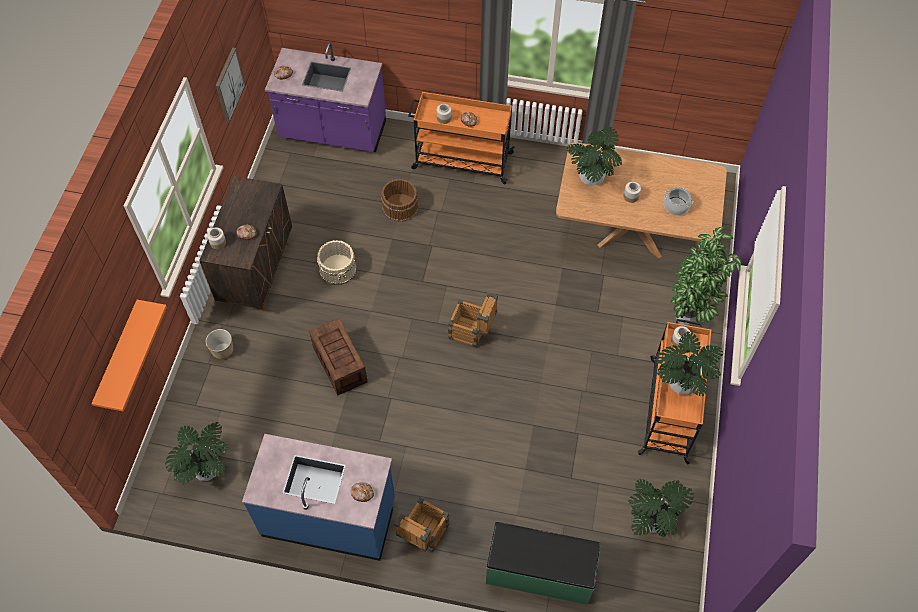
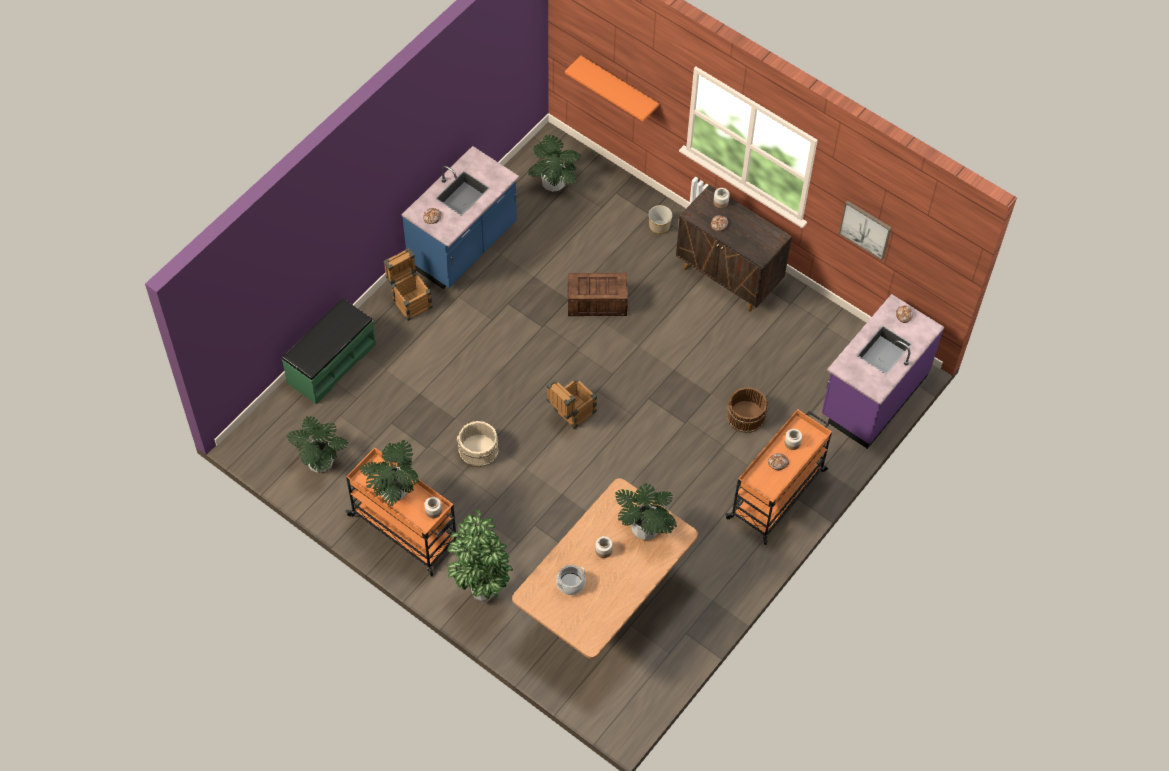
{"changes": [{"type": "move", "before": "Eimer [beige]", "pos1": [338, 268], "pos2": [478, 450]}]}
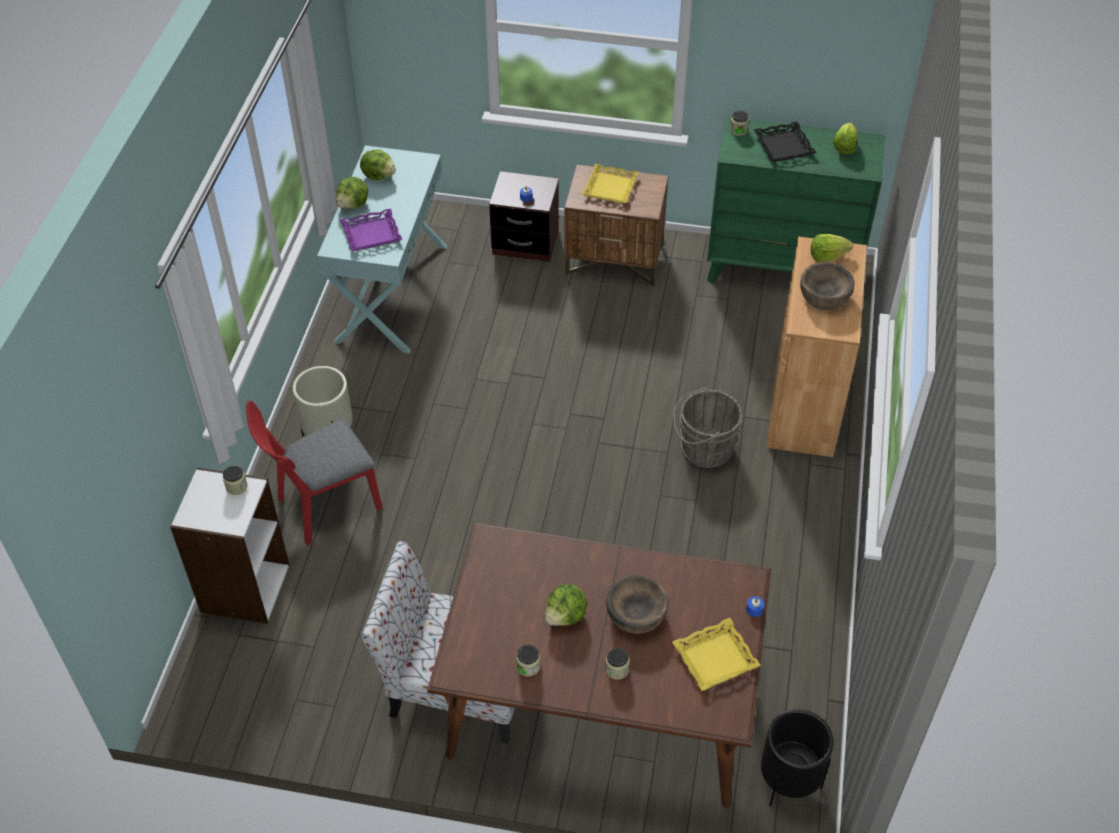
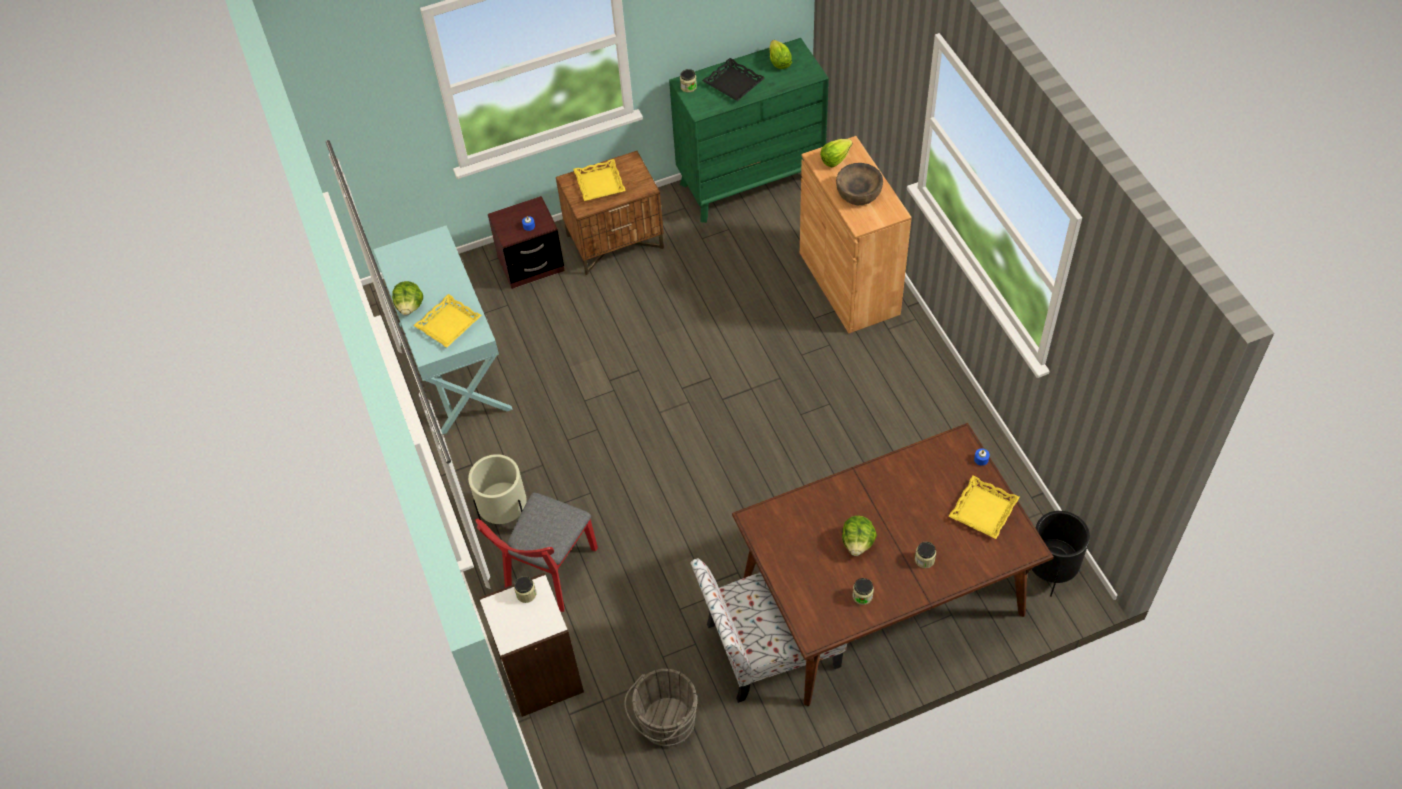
{"changes": [{"type": "recolor", "before": "Tablett [lila]", "after": "Tablett [gelb]", "pos1": [371, 234], "pos2": [449, 324]}, {"type": "move", "before": "Eimer [grau]", "pos1": [703, 449], "pos2": [664, 724]}, {"type": "delete", "before": "Salatkopf", "pos1": [379, 175]}, {"type": "delete", "before": "Schüssel [braun]", "pos1": [636, 614]}]}
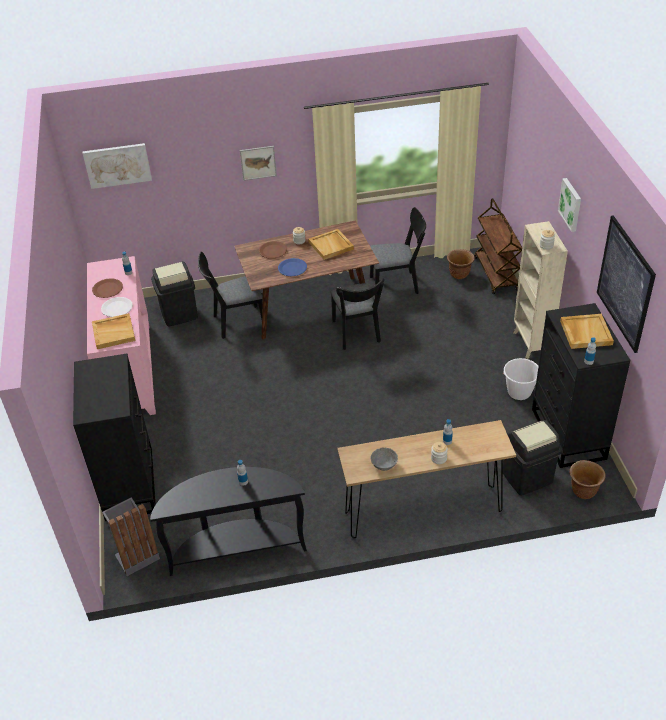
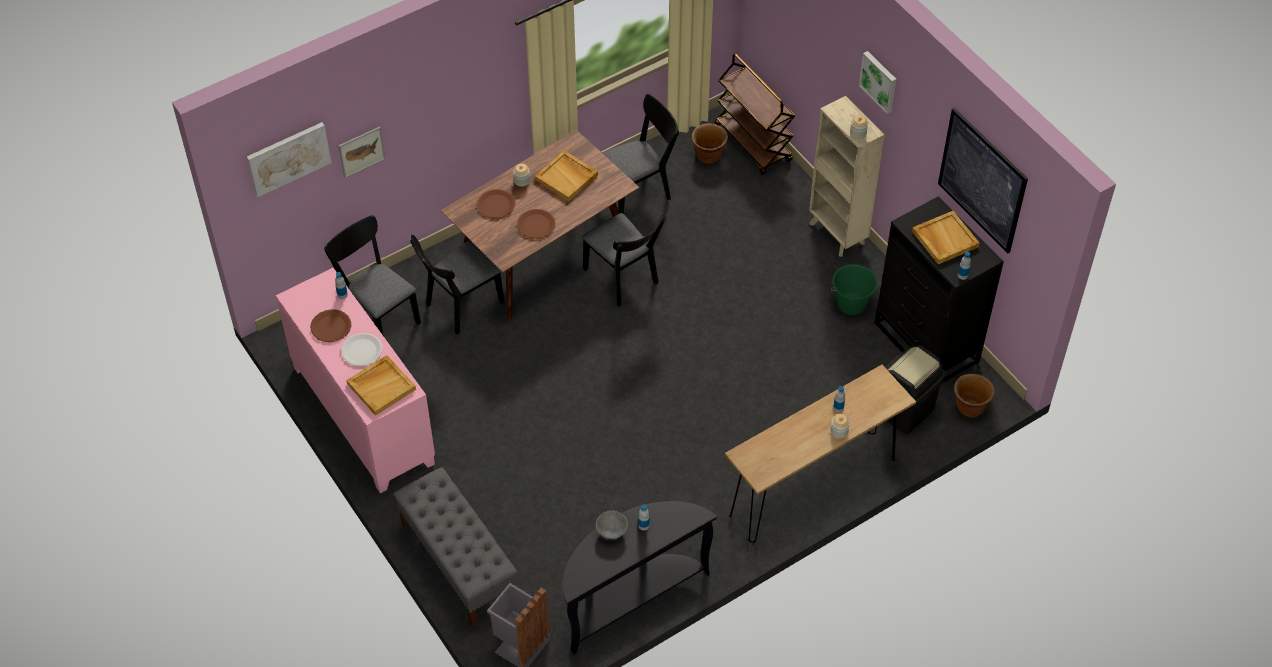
{"changes": [{"type": "replace", "before": "Mülleimer [schwarz]", "after": "Stuhl [schwarz]", "pos1": [179, 314], "pos2": [378, 315]}, {"type": "move", "before": "Bild", "pos1": [258, 162], "pos2": [361, 151]}, {"type": "replace", "before": "Kommode [schwarz]", "after": "Bank [grau]", "pos1": [129, 483], "pos2": [458, 562]}, {"type": "recolor", "before": "Teller [blau]", "after": "Teller [braun]", "pos1": [292, 268], "pos2": [536, 225]}, {"type": "move", "before": "Schüssel [grau]", "pos1": [384, 465], "pos2": [612, 531]}, {"type": "recolor", "before": "Eimer [weiß]", "after": "Eimer [grün]", "pos1": [519, 392], "pos2": [851, 305]}]}
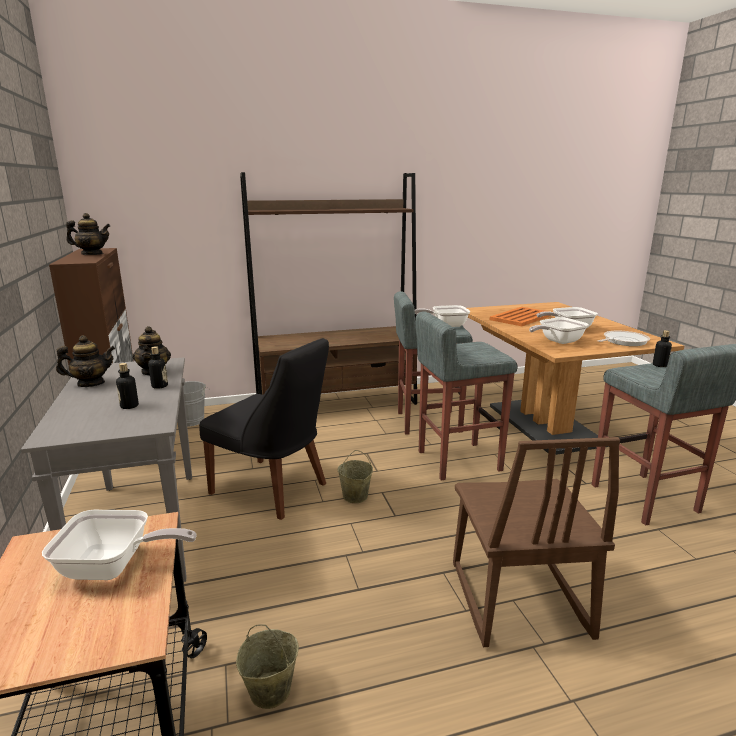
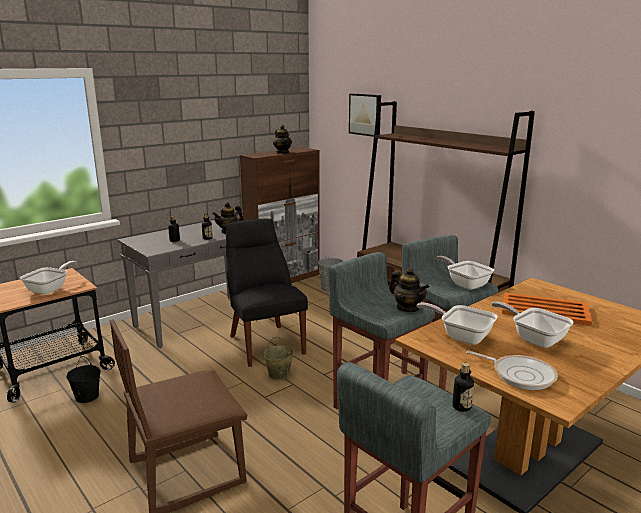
{"changes": [{"type": "rotate", "before": "Pfanne", "pos1": [114, 567], "pos2": [50, 289], "turn": -135}, {"type": "recolor", "before": "Eimer [beige]", "after": "Eimer [schwarz]", "pos1": [269, 691], "pos2": [86, 396]}, {"type": "rotate", "before": "Stuhl [schwarz]", "pos1": [273, 490], "pos2": [265, 343], "turn": 150}, {"type": "insert", "after": "Bild", "pos2": [366, 114]}, {"type": "move", "before": "Teekanne", "pos1": [91, 384], "pos2": [407, 308]}]}
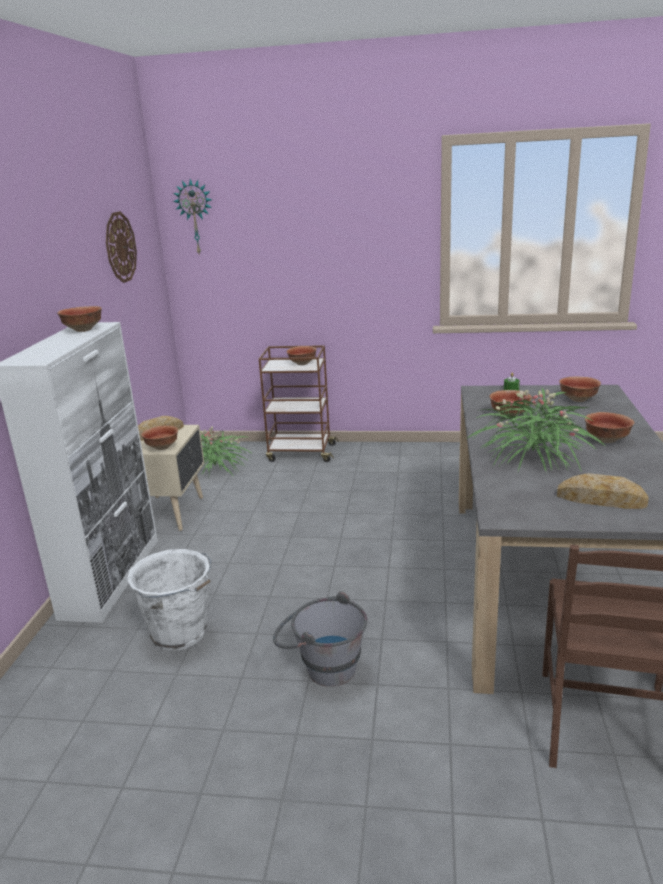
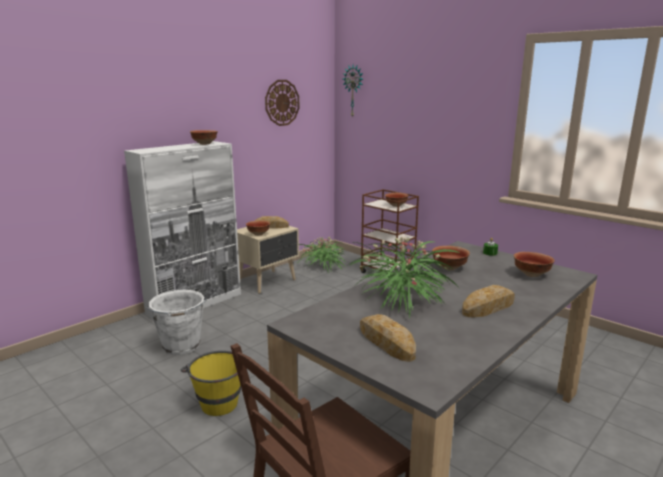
{"changes": [{"type": "recolor", "before": "Eimer [grau]", "after": "Eimer [gelb]", "pos1": [322, 667], "pos2": [217, 400]}, {"type": "replace", "before": "Schüssel", "after": "Brot", "pos1": [606, 439], "pos2": [489, 307]}]}
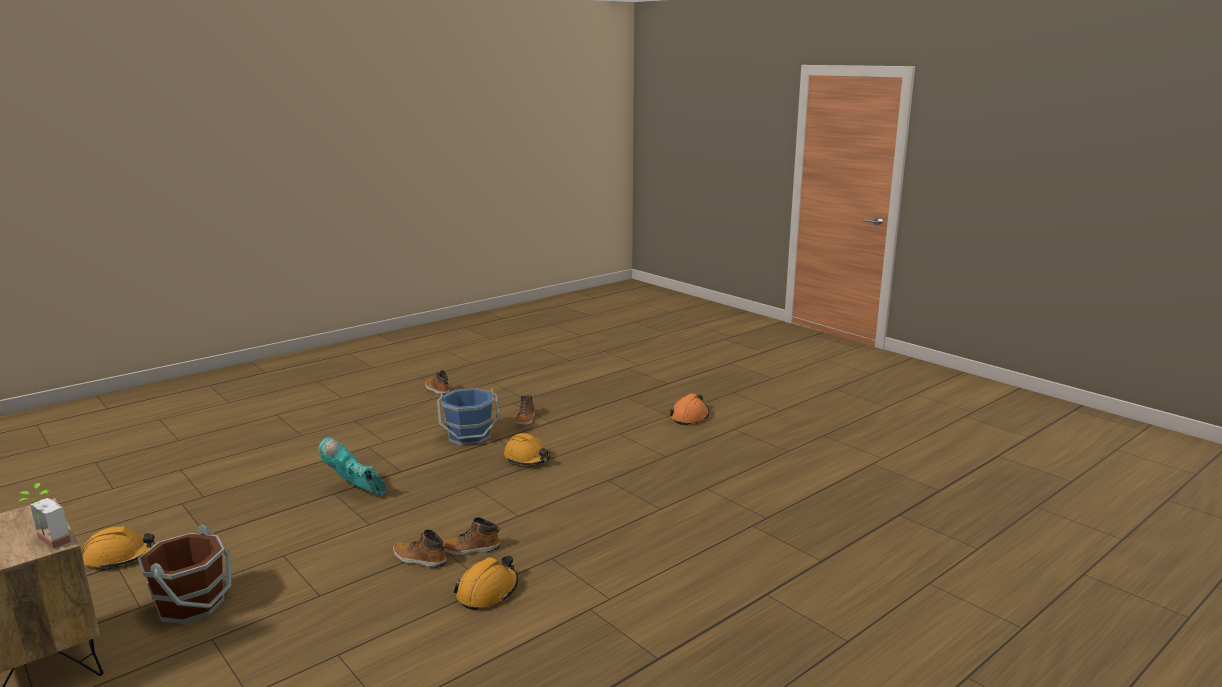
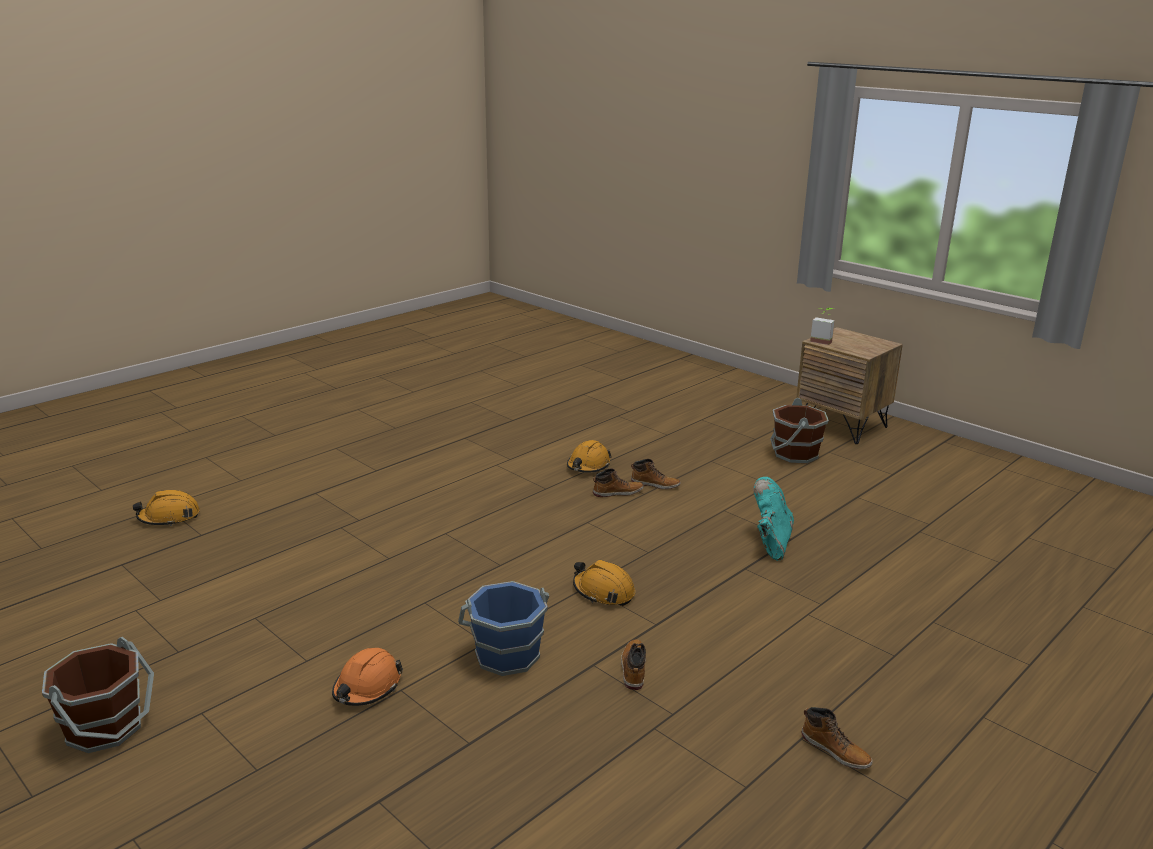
{"changes": [{"type": "insert", "after": "Eimer [braun]", "pos2": [106, 727]}, {"type": "move", "before": "Schutzhelm [orange]", "pos1": [119, 557], "pos2": [169, 517]}, {"type": "move", "before": "Eimer [blau]", "pos1": [469, 436], "pos2": [506, 654]}, {"type": "rotate", "before": "Stiefel [türkis]", "pos1": [356, 490], "pos2": [771, 543], "turn": -105}]}
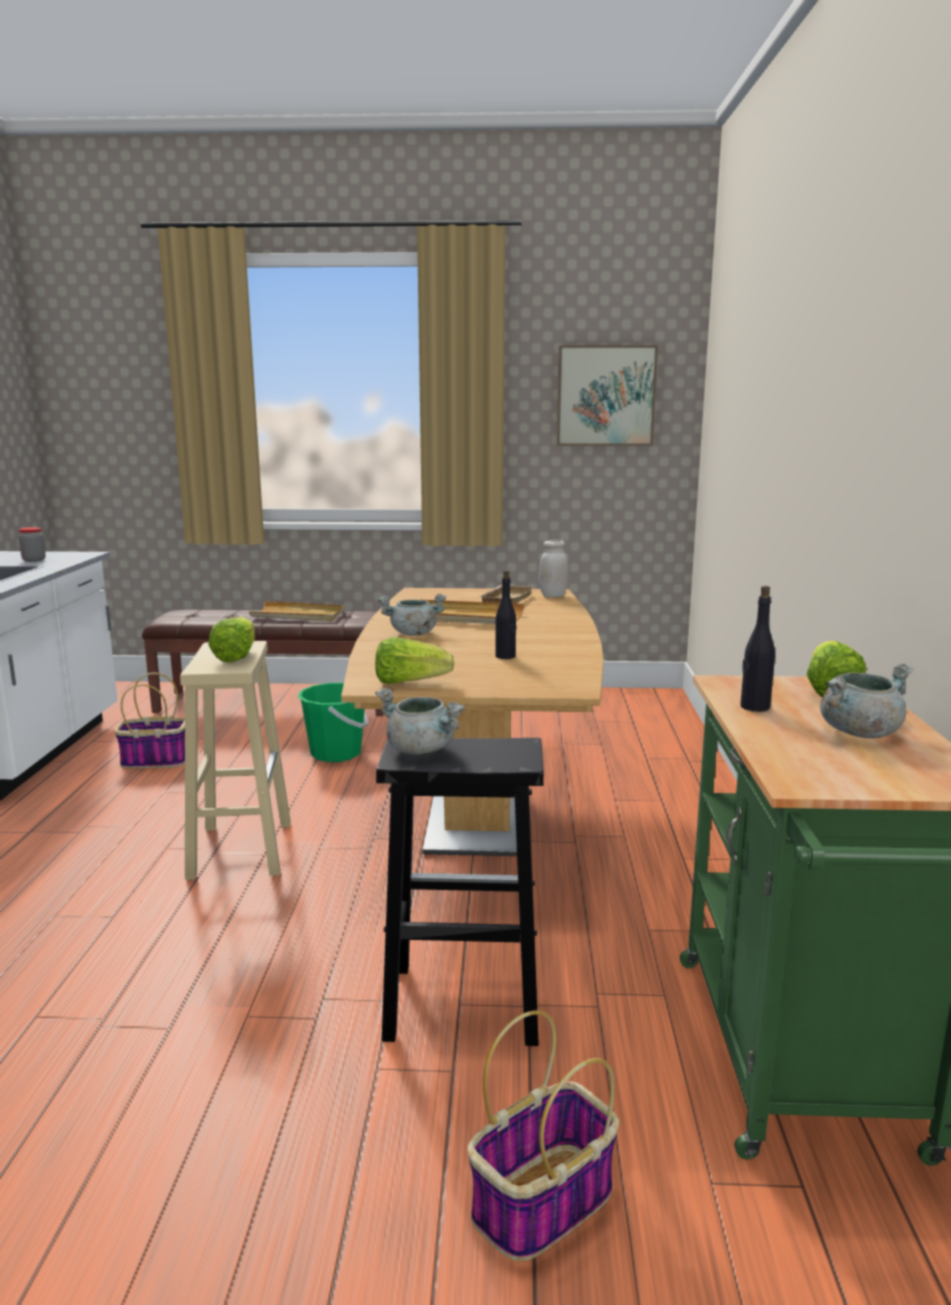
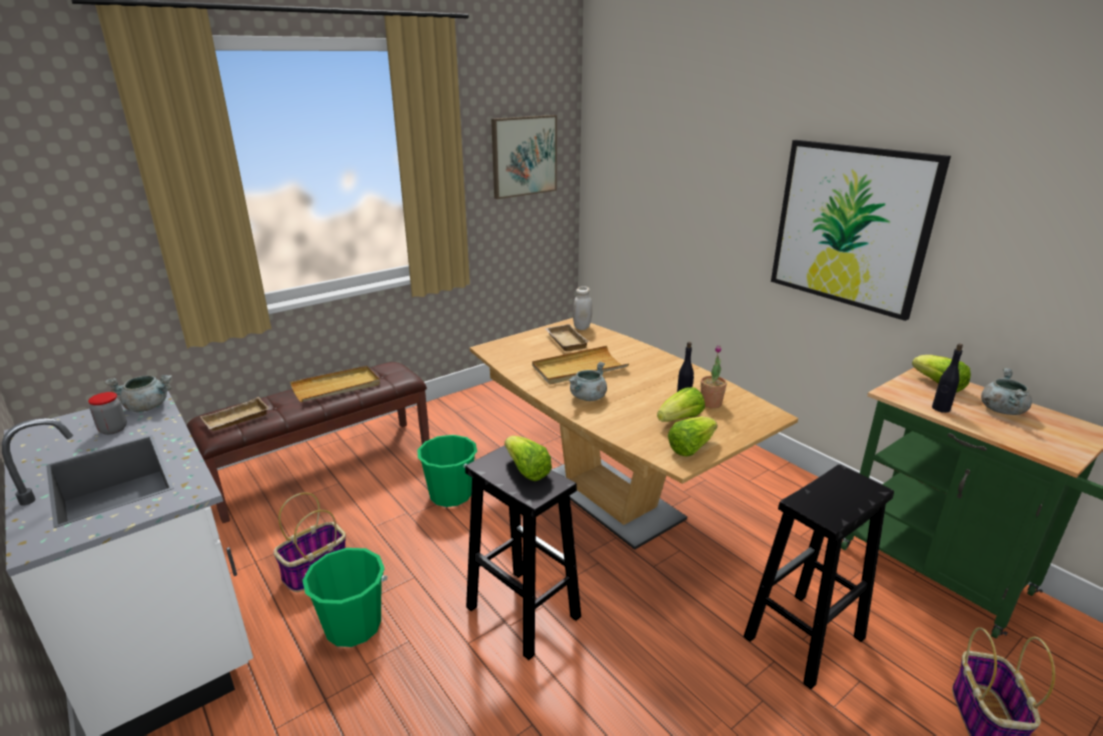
{"changes": [{"type": "move", "before": "Kochtopf [grau]", "pos1": [422, 750], "pos2": [148, 407]}, {"type": "insert", "after": "Tablett [beige]", "pos2": [236, 420]}, {"type": "insert", "after": "Eimer [grün]", "pos2": [353, 626]}, {"type": "recolor", "before": "Hocker [beige]", "after": "Hocker [schwarz]", "pos1": [241, 848], "pos2": [521, 611]}, {"type": "insert", "after": "Salatkopf", "pos2": [680, 419]}, {"type": "insert", "after": "Topfpflanze", "pos2": [711, 403]}, {"type": "insert", "after": "Bild", "pos2": [851, 226]}]}
